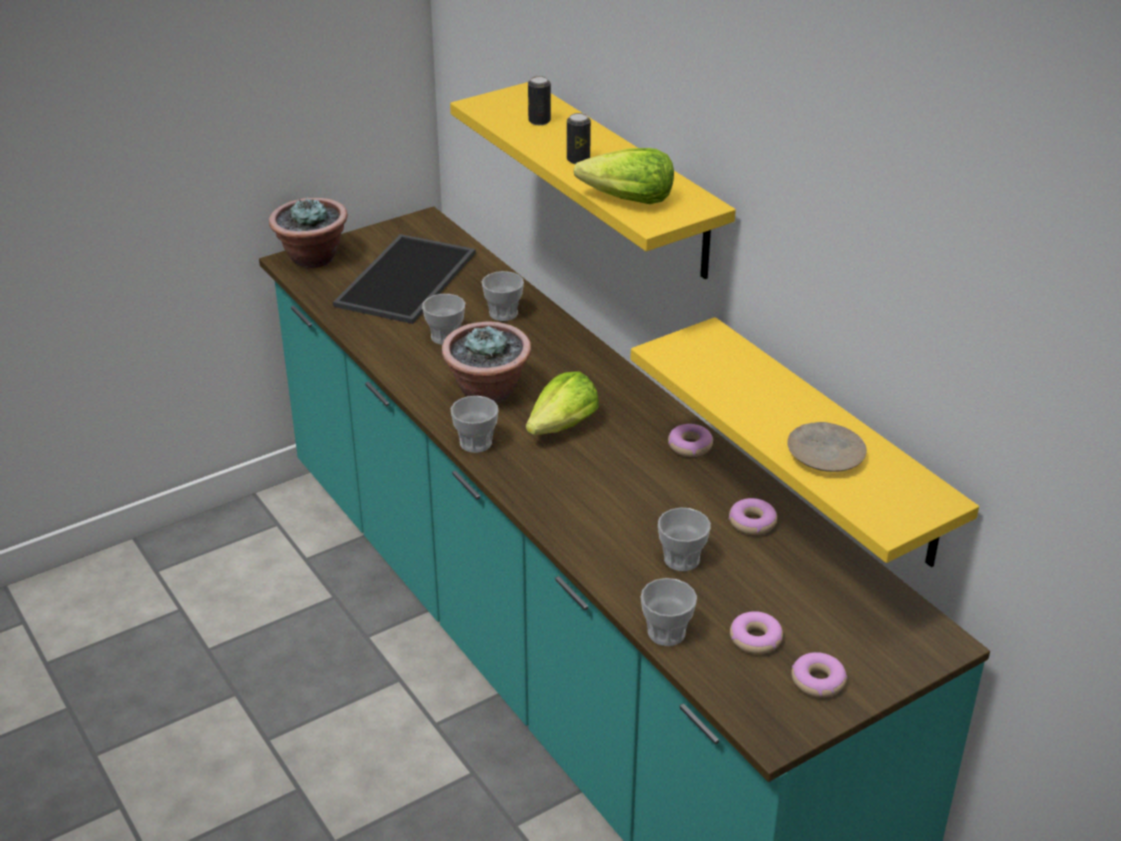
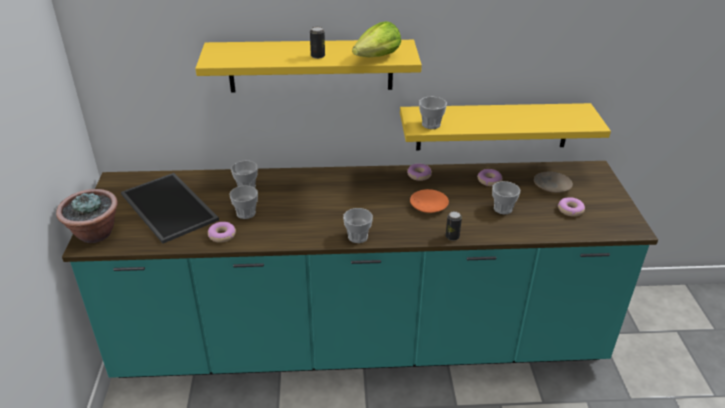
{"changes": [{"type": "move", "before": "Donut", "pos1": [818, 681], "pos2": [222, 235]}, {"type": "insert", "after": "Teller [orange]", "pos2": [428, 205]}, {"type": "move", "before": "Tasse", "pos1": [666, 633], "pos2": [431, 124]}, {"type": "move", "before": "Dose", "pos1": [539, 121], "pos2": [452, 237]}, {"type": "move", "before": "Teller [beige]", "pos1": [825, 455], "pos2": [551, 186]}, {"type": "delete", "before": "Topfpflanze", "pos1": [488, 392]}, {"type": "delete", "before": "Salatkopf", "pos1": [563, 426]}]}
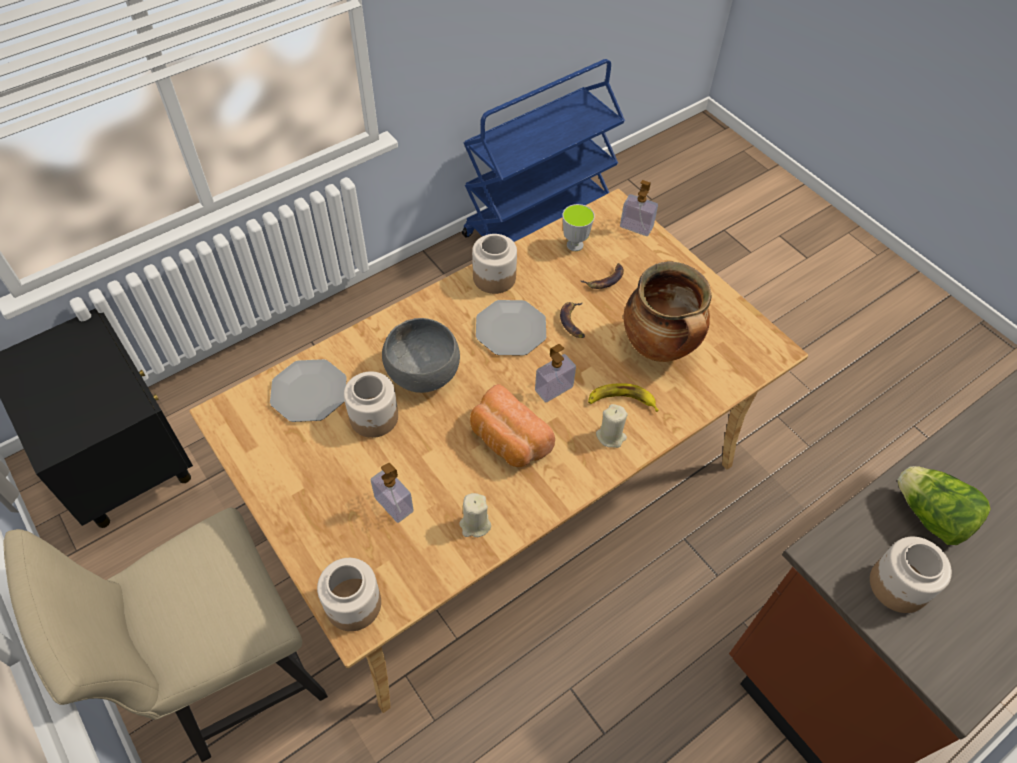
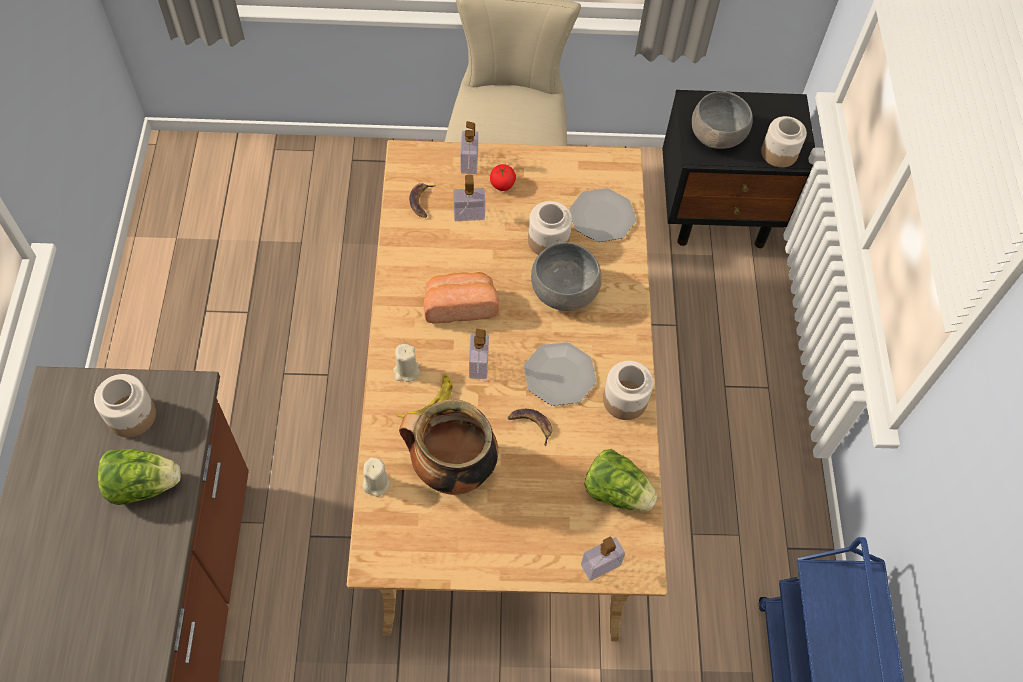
{"changes": [{"type": "move", "before": "Kerze [beige]", "pos1": [475, 524], "pos2": [376, 483]}, {"type": "move", "before": "Banane", "pos1": [605, 279], "pos2": [421, 202]}, {"type": "insert", "after": "Seifenspender", "pos2": [469, 162]}, {"type": "insert", "after": "Tomate", "pos2": [502, 184]}, {"type": "replace", "before": "Tasse", "after": "Salatkopf", "pos1": [575, 245], "pos2": [616, 492]}, {"type": "insert", "after": "Schüssel [grau]", "pos2": [716, 136]}, {"type": "move", "before": "Vorratsglas", "pos1": [353, 605], "pos2": [778, 153]}]}
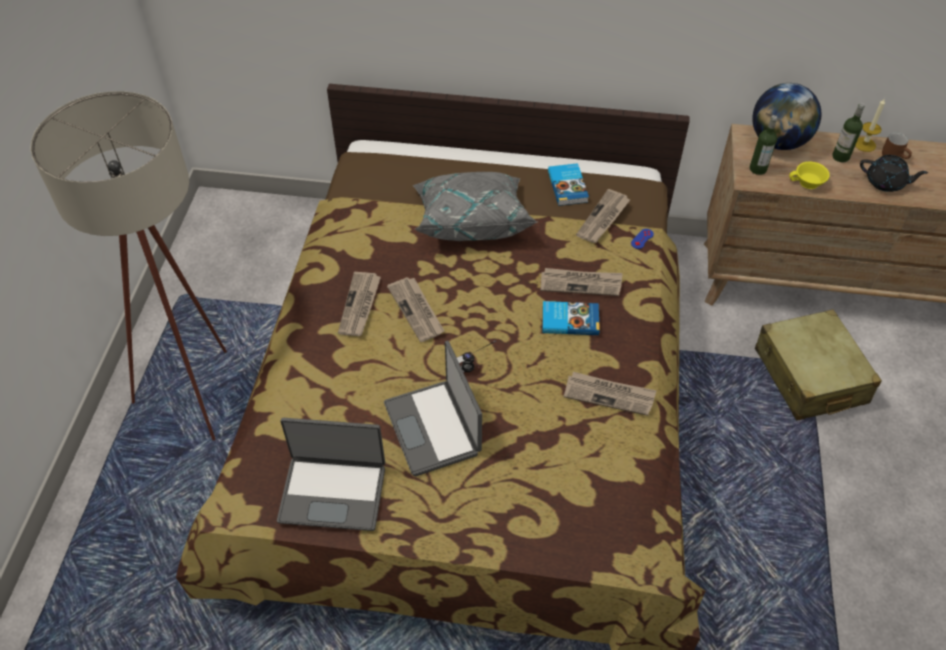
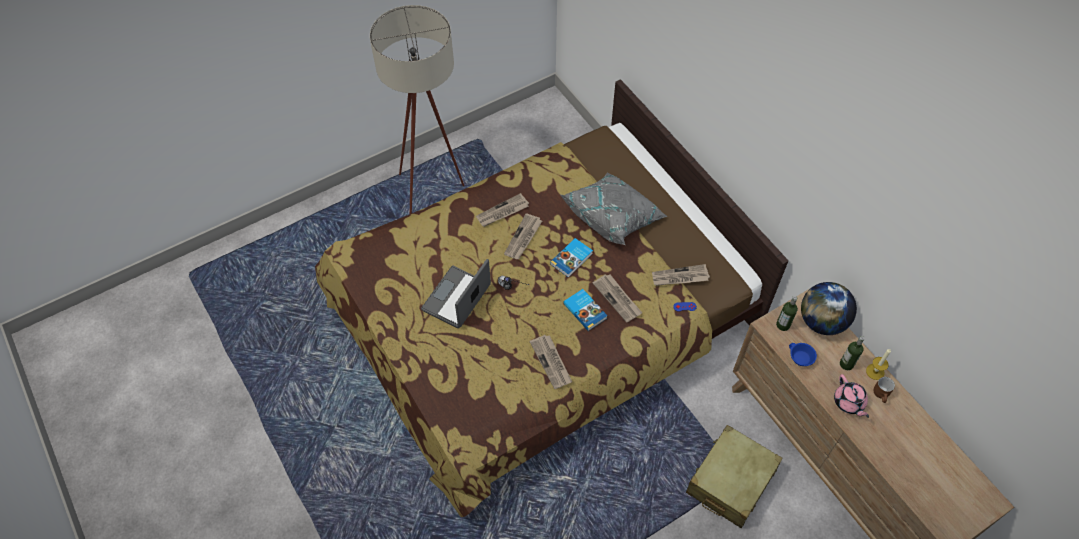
{"changes": [{"type": "move", "before": "Buch", "pos1": [568, 186], "pos2": [572, 259]}, {"type": "recolor", "before": "Tasse [gelb]", "after": "Tasse [blau]", "pos1": [808, 183], "pos2": [799, 359]}, {"type": "recolor", "before": "Teekanne [schwarz]", "after": "Teekanne [rosa]", "pos1": [885, 182], "pos2": [849, 402]}, {"type": "delete", "before": "Laptop", "pos1": [333, 492]}]}
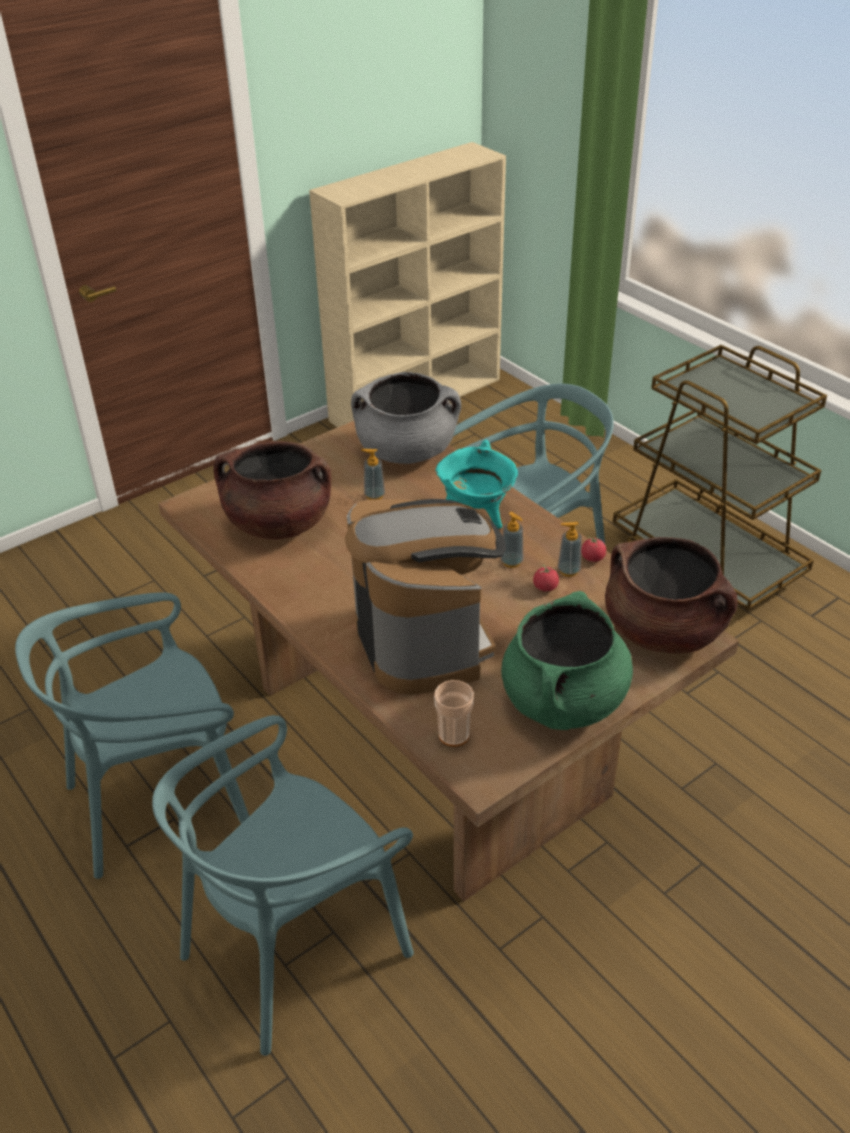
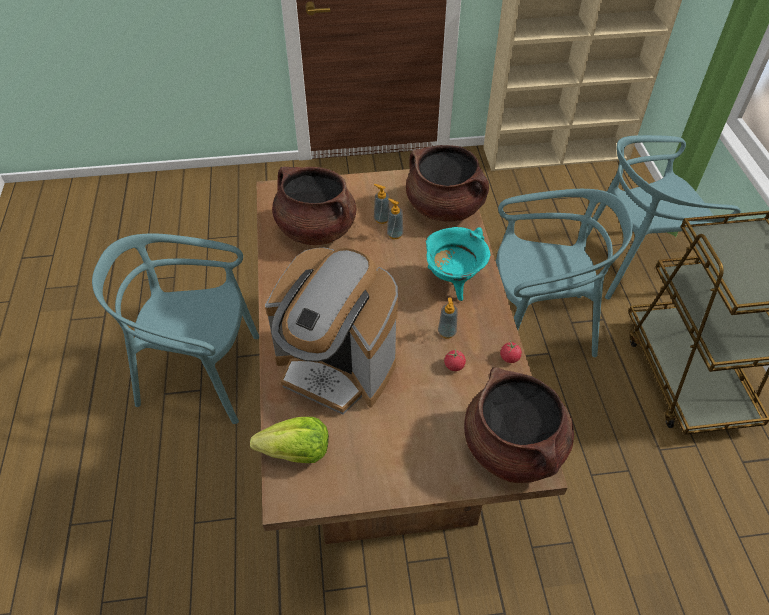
{"changes": [{"type": "replace", "before": "Tasse", "after": "Salatkopf", "pos1": [454, 735], "pos2": [296, 453]}, {"type": "rotate", "before": "Kaffeemaschine", "pos1": [424, 640], "pos2": [336, 367], "turn": 105}, {"type": "move", "before": "Seifenspender", "pos1": [568, 570], "pos2": [381, 219]}, {"type": "recolor", "before": "Kochtopf [grau]", "after": "Kochtopf [braun]", "pos1": [407, 451], "pos2": [445, 207]}, {"type": "move", "before": "Stuhl [türkis]", "pos1": [294, 947], "pos2": [634, 265]}, {"type": "delete", "before": "Kochtopf [grün]", "pos1": [563, 701]}]}
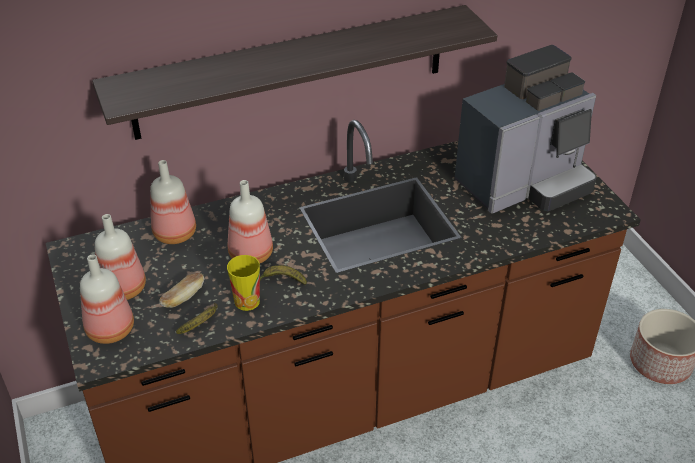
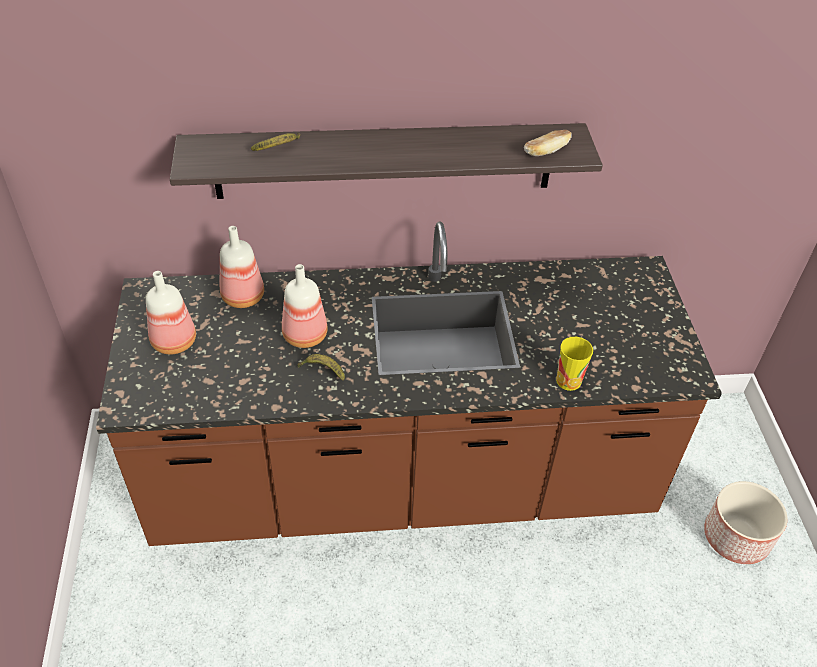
{"changes": [{"type": "move", "before": "Banane", "pos1": [201, 323], "pos2": [279, 148]}, {"type": "move", "before": "Brot", "pos1": [183, 298], "pos2": [546, 151]}, {"type": "move", "before": "Tasse", "pos1": [247, 301], "pos2": [568, 381]}, {"type": "delete", "before": "Flasche", "pos1": [109, 329]}, {"type": "delete", "before": "Kaffeemaschine", "pos1": [524, 184]}]}
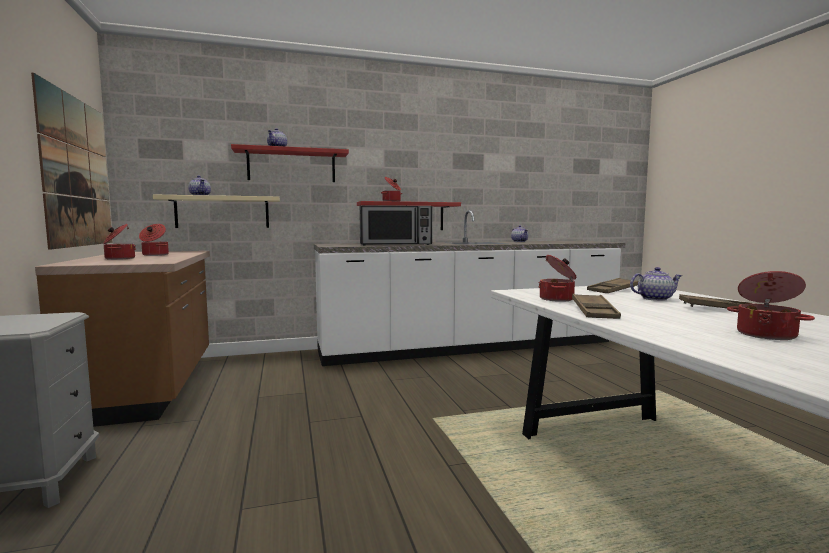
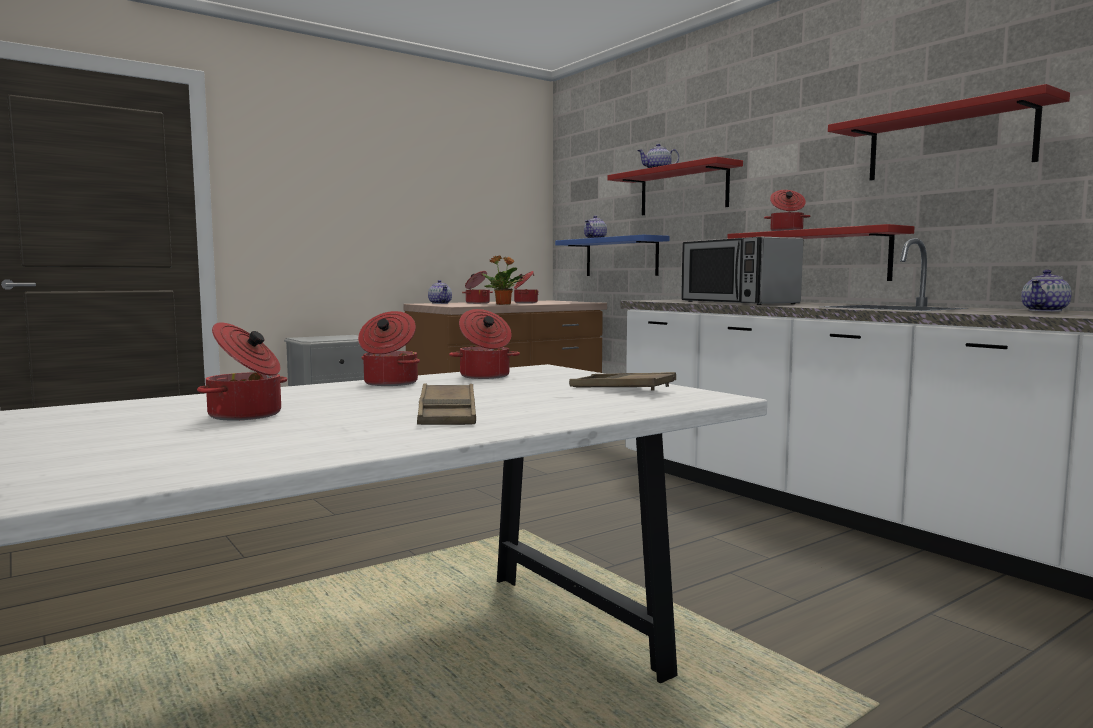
{"changes": [{"type": "replace", "before": "Tablett [braun]", "after": "Kochtopf", "pos1": [594, 311], "pos2": [389, 383]}, {"type": "move", "before": "Teekanne", "pos1": [655, 298], "pos2": [440, 303]}, {"type": "insert", "after": "Topfpflanze", "pos2": [503, 304]}, {"type": "recolor", "before": "Wandregal [beige]", "after": "Wandregal [blau]", "pos1": [222, 212], "pos2": [621, 257]}, {"type": "insert", "after": "Wandregal [rot]", "pos2": [948, 142]}, {"type": "delete", "before": "Bild", "pos1": [76, 172]}]}
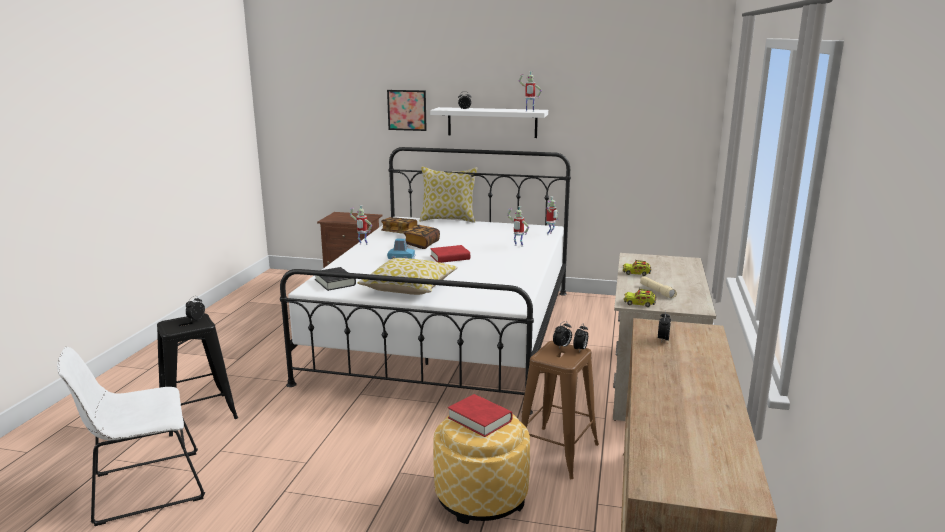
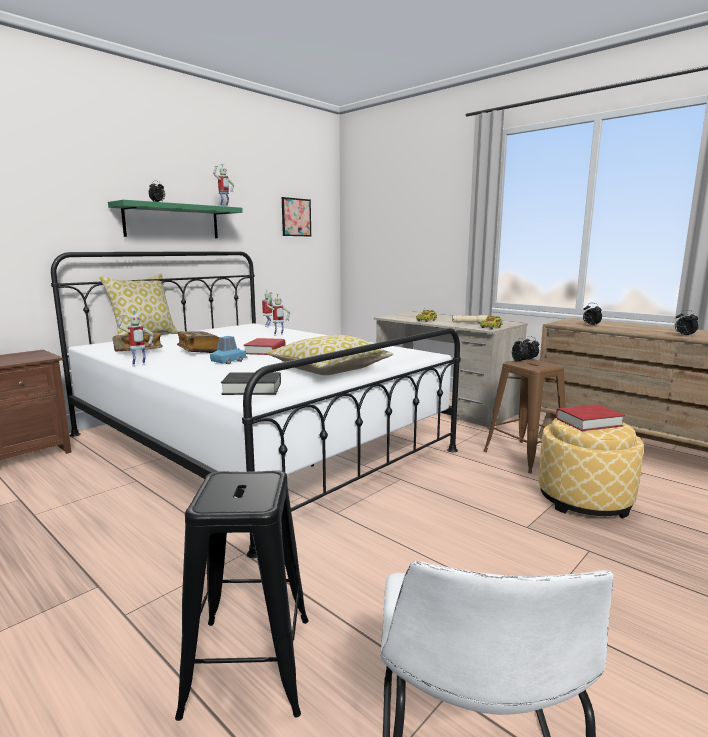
{"changes": [{"type": "recolor", "before": "Wandregal [weiß]", "after": "Wandregal [grün]", "pos1": [492, 122], "pos2": [172, 221]}, {"type": "move", "before": "Bild", "pos1": [407, 110], "pos2": [296, 217]}, {"type": "move", "before": "Wecker", "pos1": [196, 319], "pos2": [684, 336]}]}
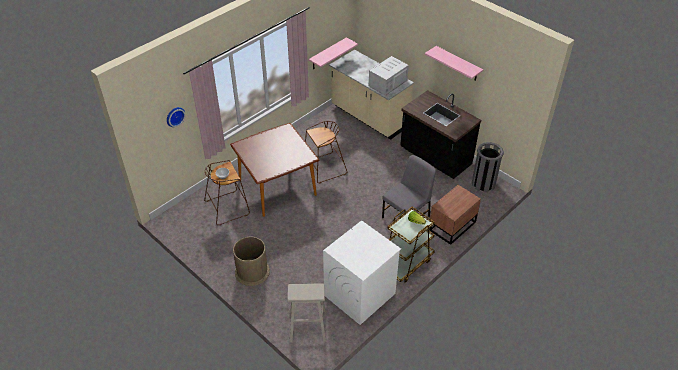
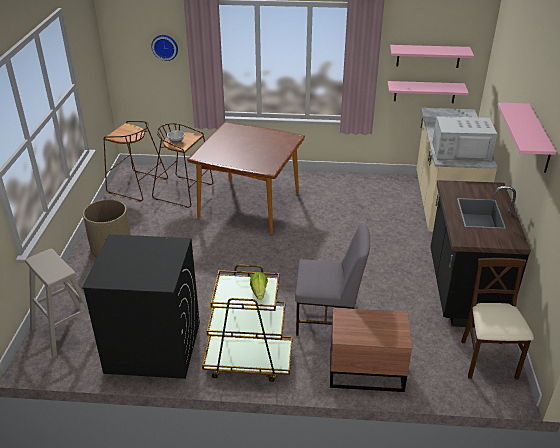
{"changes": [{"type": "recolor", "before": "Waschmaschine [weiß]", "after": "Waschmaschine [schwarz]", "pos1": [359, 295], "pos2": [152, 347]}, {"type": "move", "before": "Hocker [braun]", "pos1": [324, 168], "pos2": [136, 186]}, {"type": "insert", "after": "Wandregal [rosa]", "pos2": [428, 56]}, {"type": "replace", "before": "Mülleimer [grau]", "after": "Stuhl [beige]", "pos1": [483, 183], "pos2": [487, 360]}]}
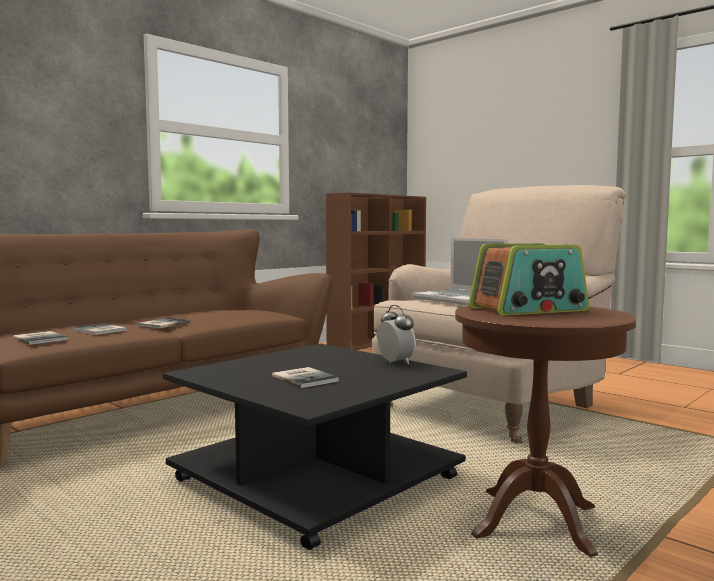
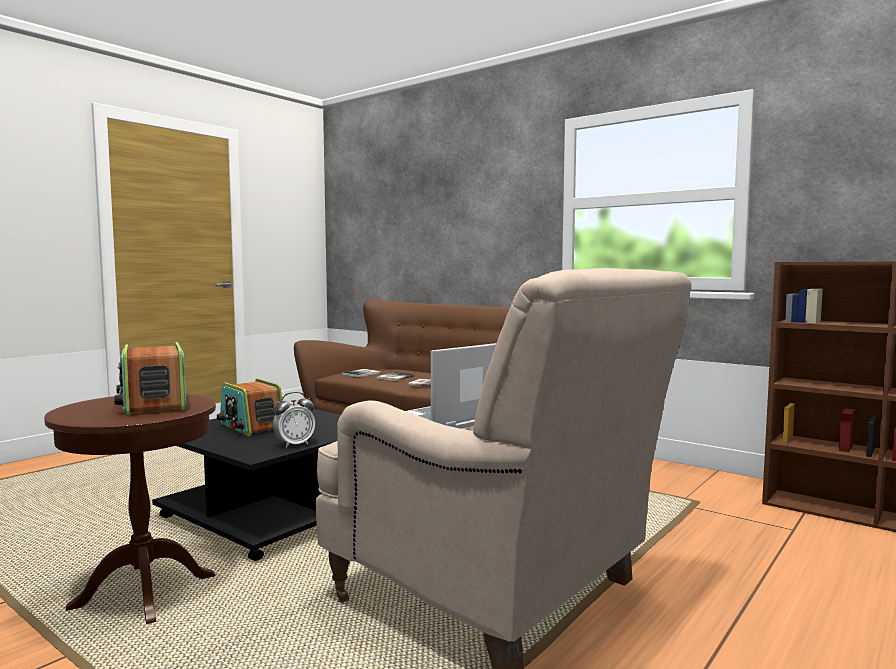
{"changes": [{"type": "replace", "before": "Buch", "after": "Radio", "pos1": [305, 378], "pos2": [251, 427]}]}
